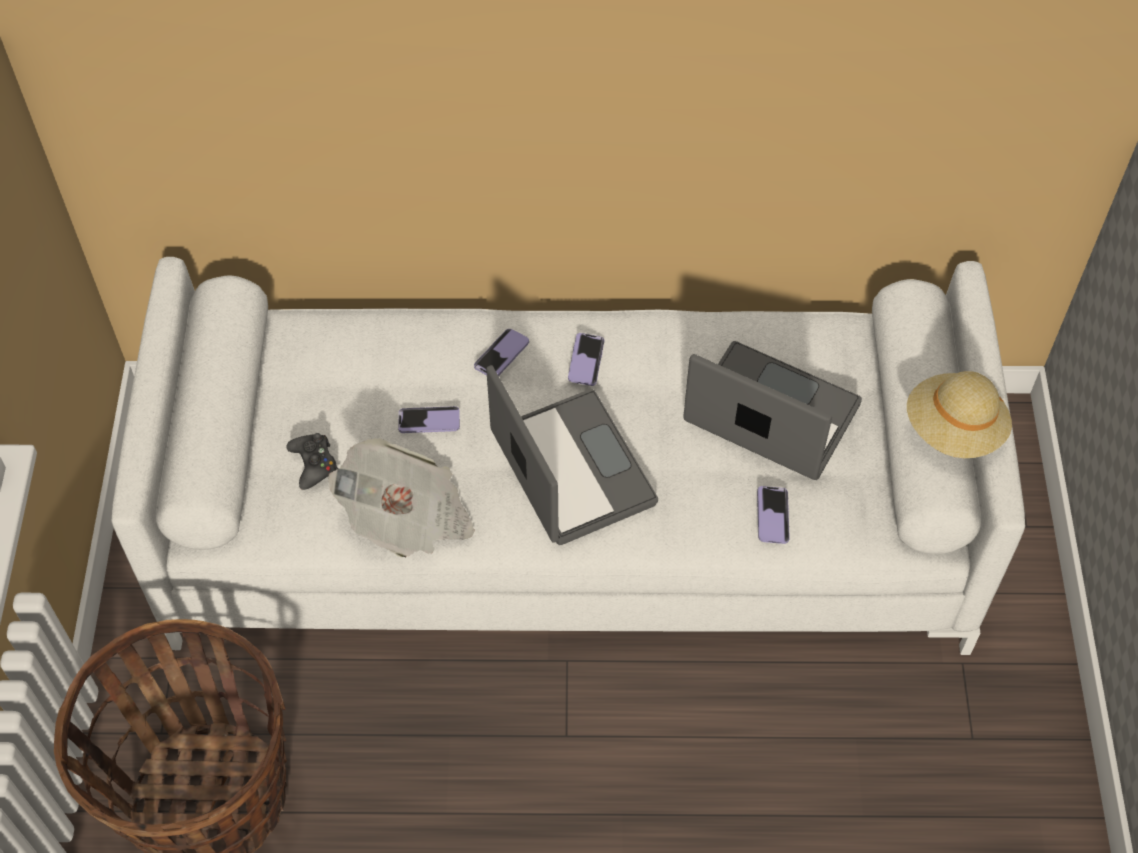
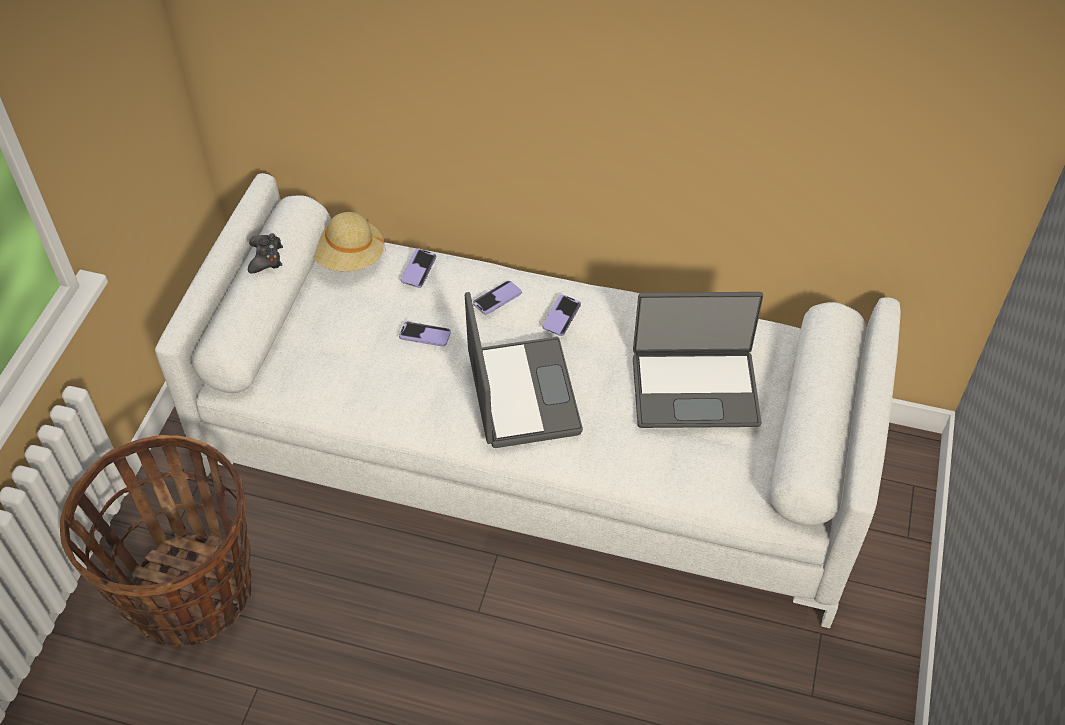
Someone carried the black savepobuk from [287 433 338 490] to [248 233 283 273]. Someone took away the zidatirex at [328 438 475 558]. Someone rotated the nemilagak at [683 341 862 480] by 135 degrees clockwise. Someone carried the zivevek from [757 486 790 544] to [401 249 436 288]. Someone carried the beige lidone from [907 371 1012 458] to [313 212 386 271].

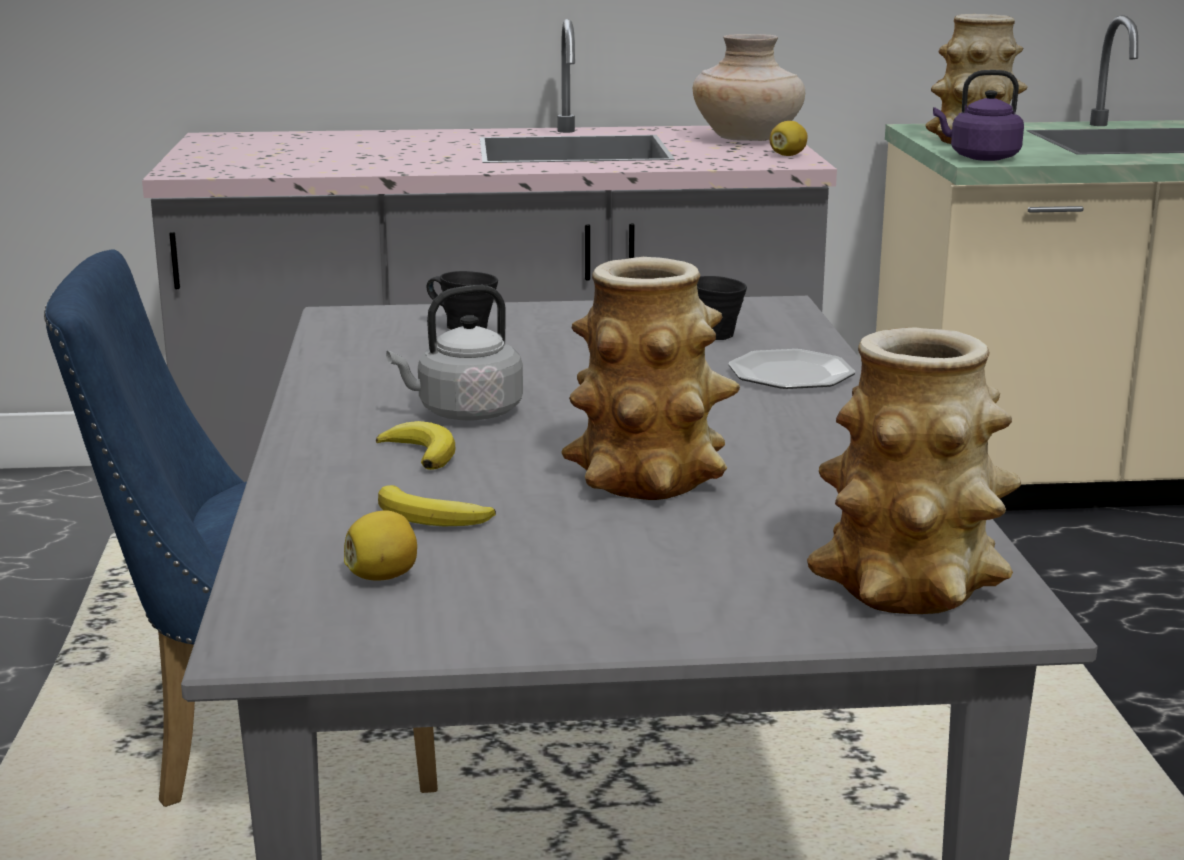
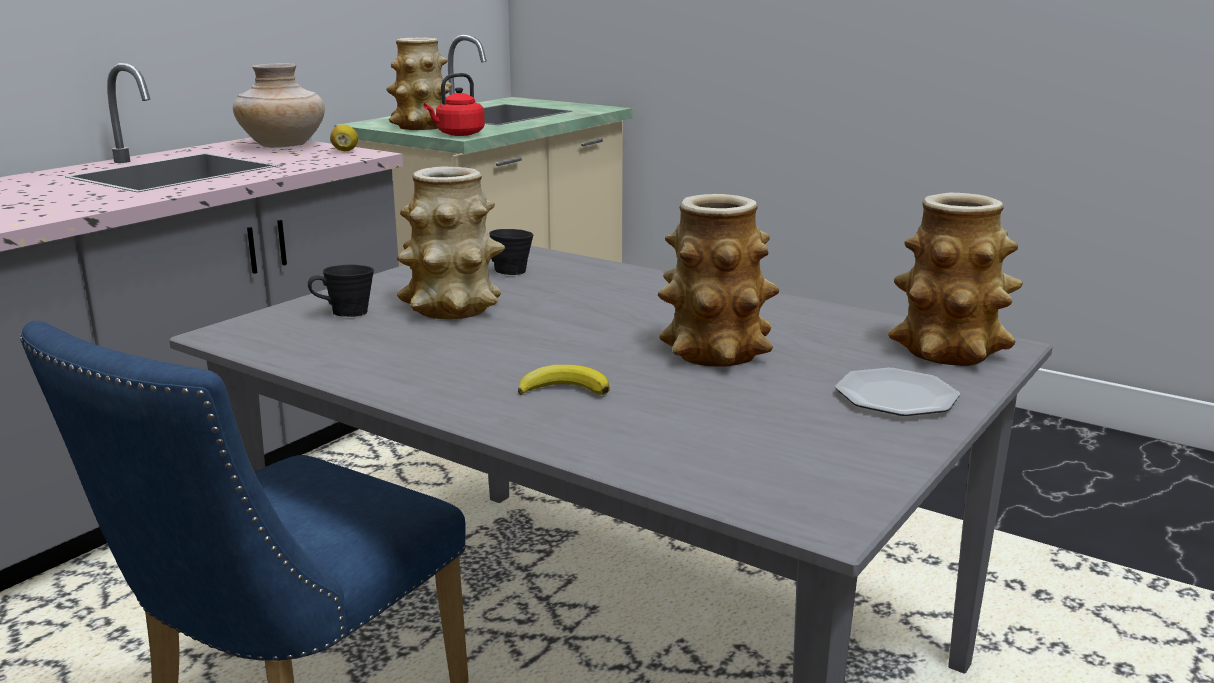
Someone took away the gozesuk at [344 510 417 581]. Someone took away the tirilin at [378 485 496 526]. Someone took away the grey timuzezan at [386 285 523 420]. Someone carried the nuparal from [728 349 855 389] to [835 368 960 416]. Someone repainted the purple timuzezan at [933 70 1024 161], which became the red timuzezan at [424 73 485 136]. Someone put down the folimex at [397 167 505 319].

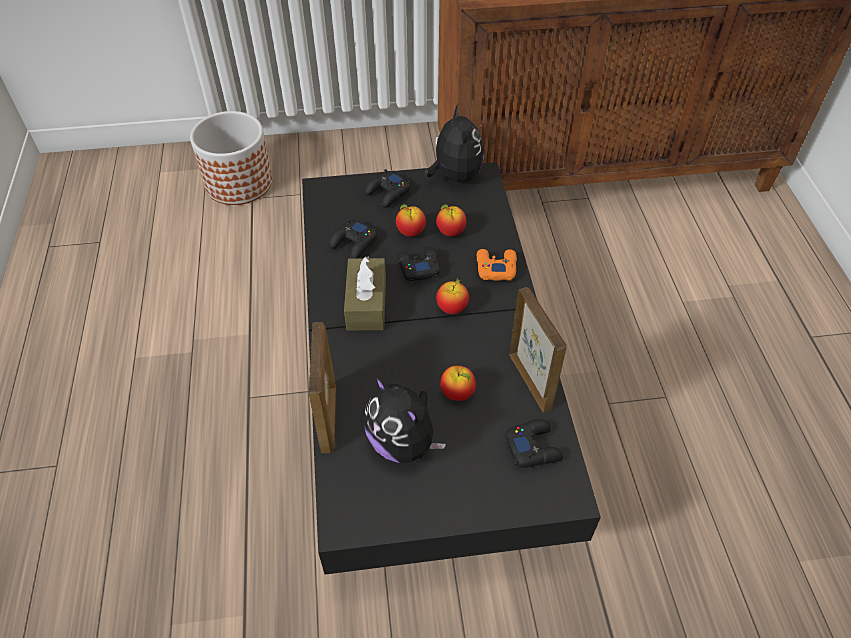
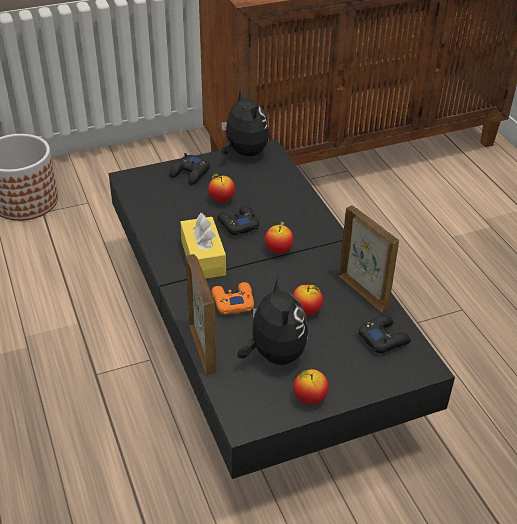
Someone took away the black savepobuk at [329 219 377 258]. Someone repainted the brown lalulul at [344 256 386 330], which became the yellow lalulul at [180 213 226 279]. Someone rotated the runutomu at [363 376 446 463] by 135 degrees counterclockwise. Someone carried the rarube from [436 204 466 236] to [293 369 328 405]. Someone carried the orange savepobuk from [477 249 517 281] to [212 282 254 315].

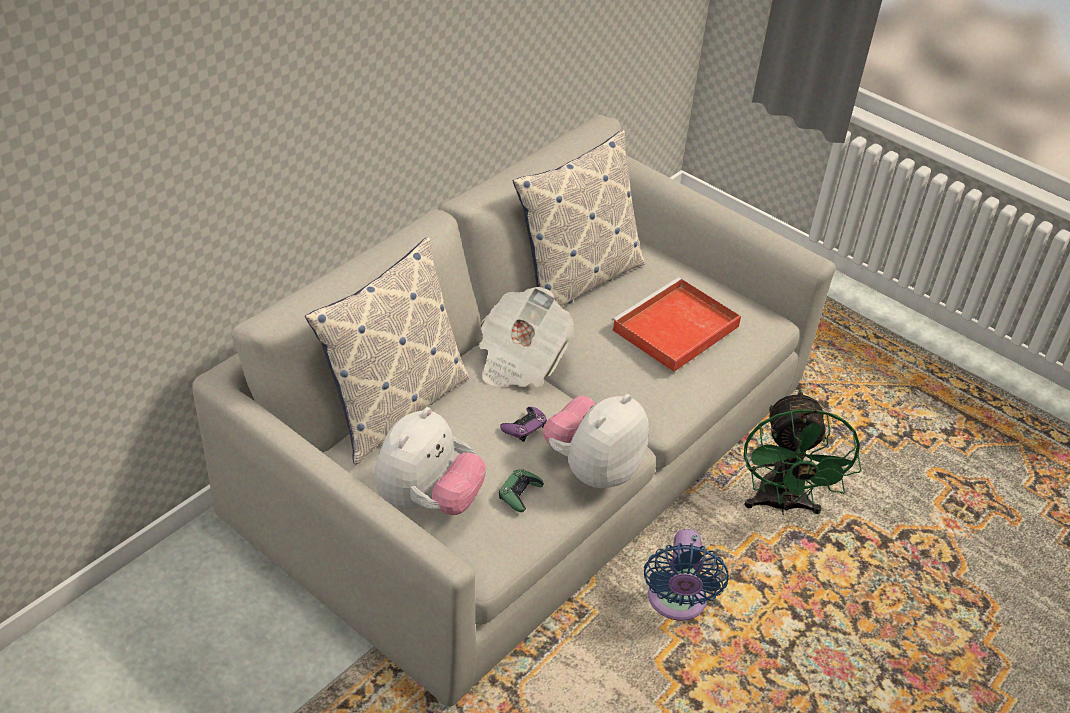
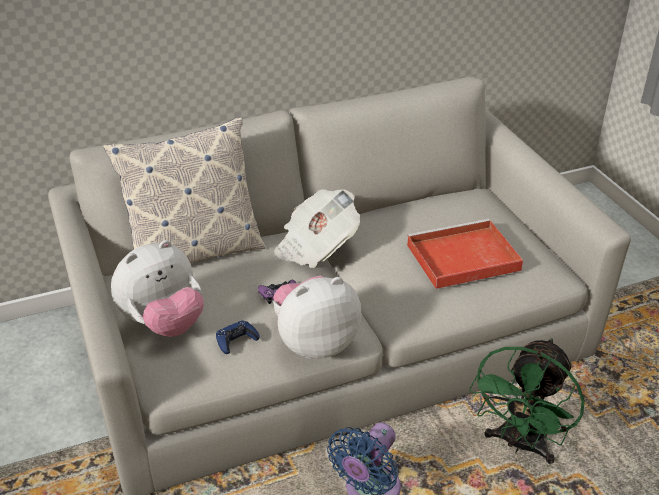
Someone repainted the green savepobuk at [499 469 544 512], which became the blue savepobuk at [216 321 260 354]. Someone took away the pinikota at [512 130 645 307].

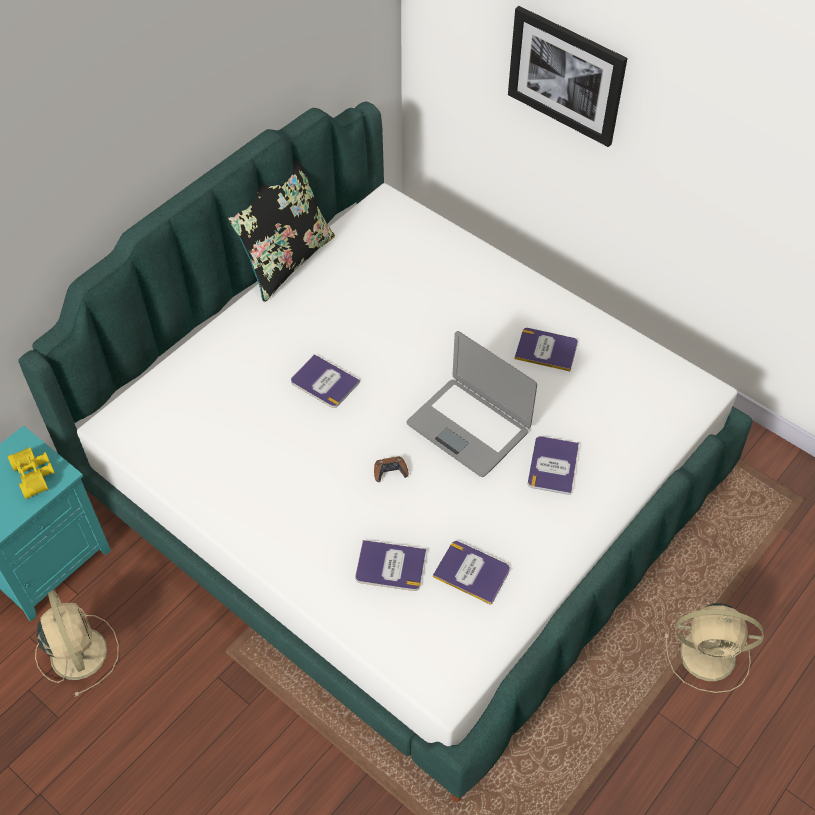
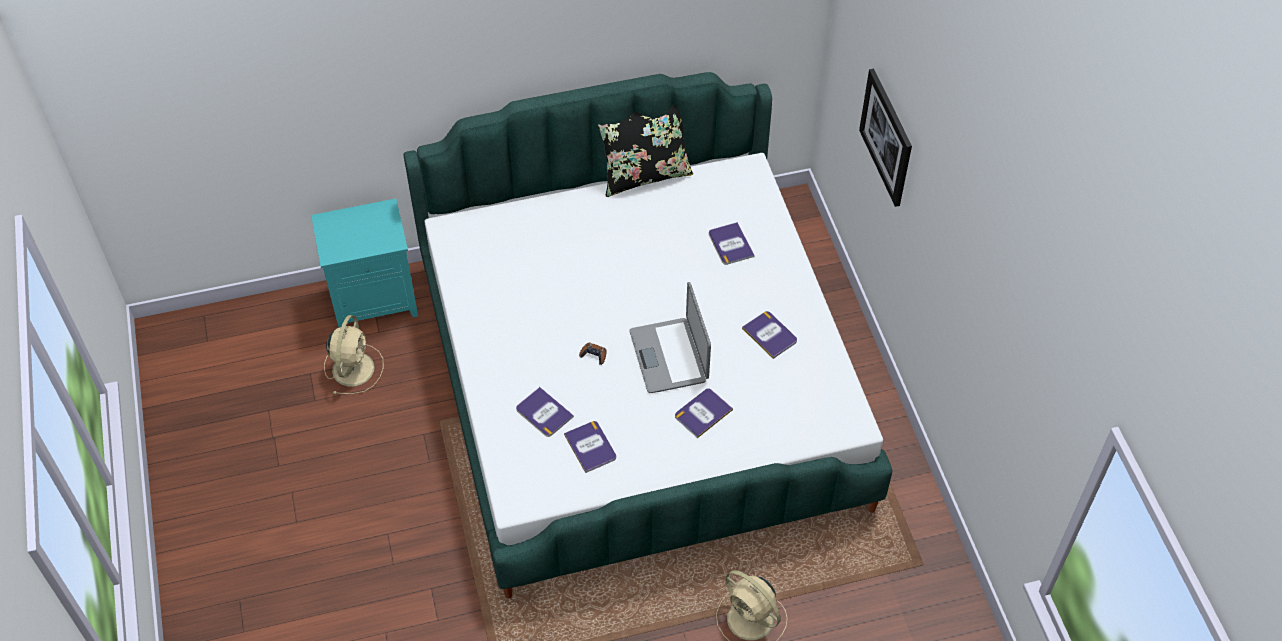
Someone took away the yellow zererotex at [8 447 55 499]. Someone carried the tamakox from [291 354 360 408] to [709 222 754 265].

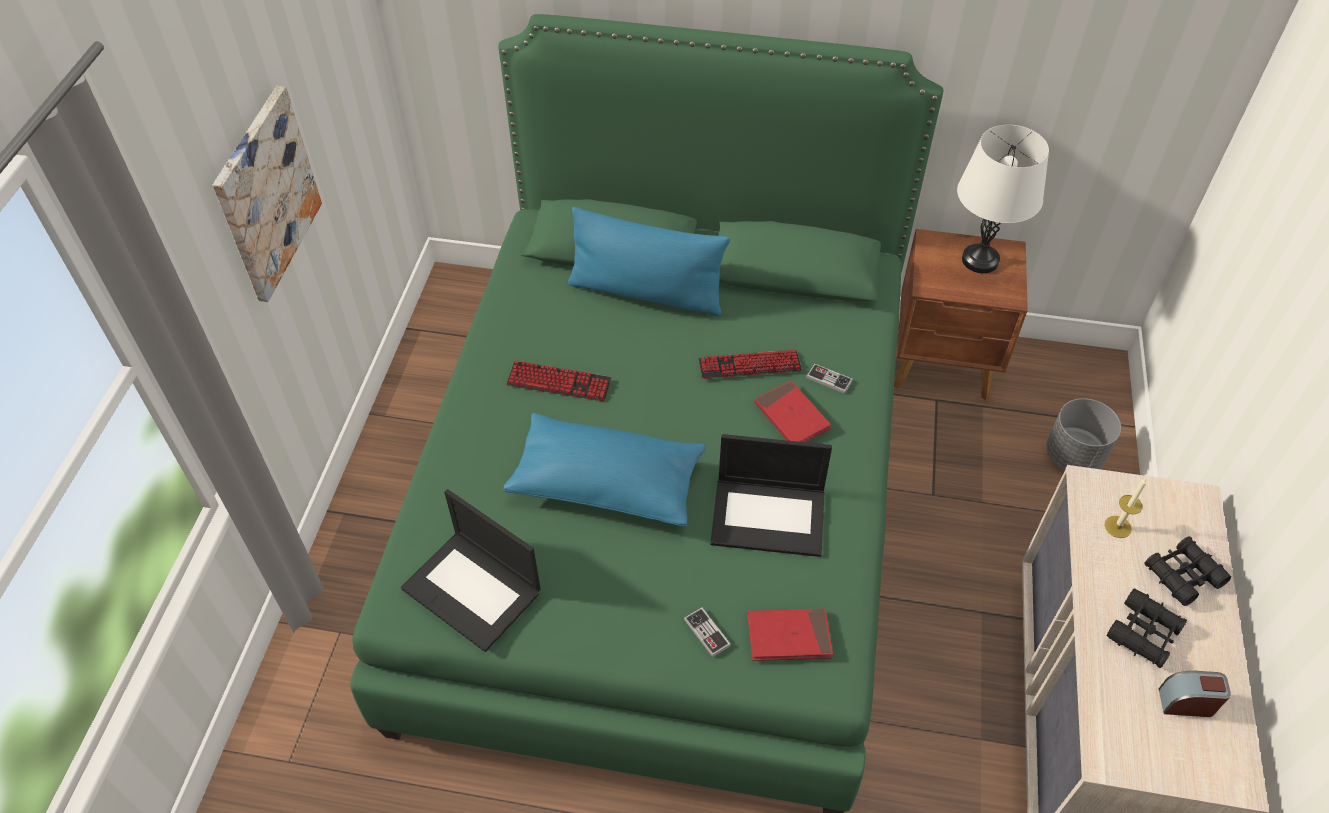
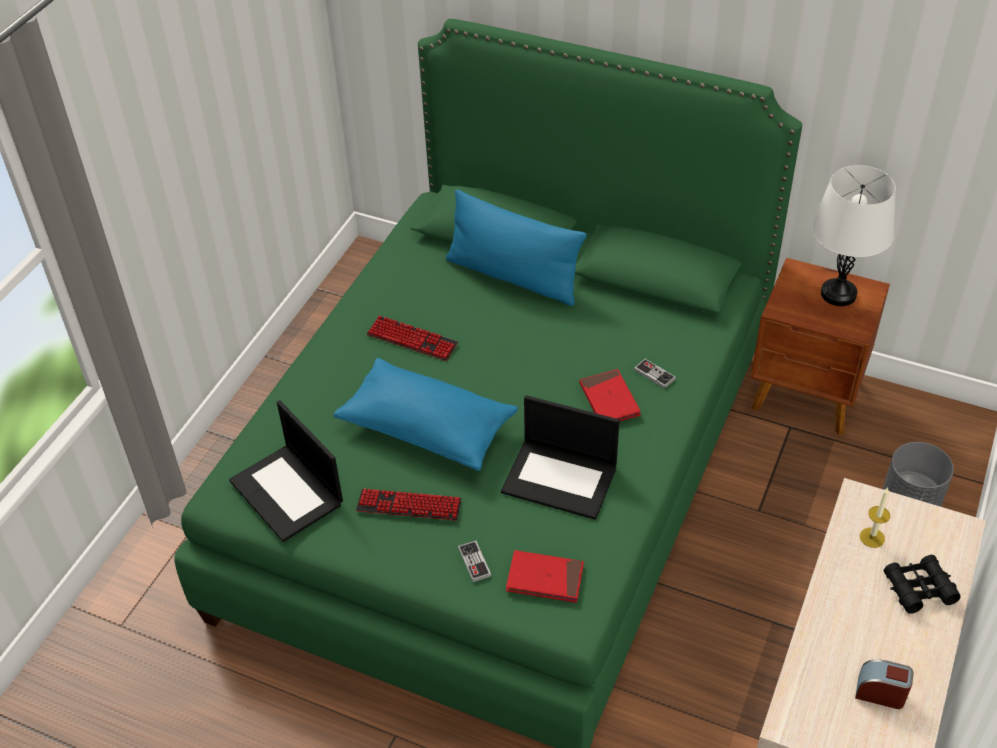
Someone took away the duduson at [213 86 322 302]. Someone carried the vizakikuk from [699 350 802 379] to [356 489 462 520]. Someone took away the black zererotex at [1106 588 1187 668].

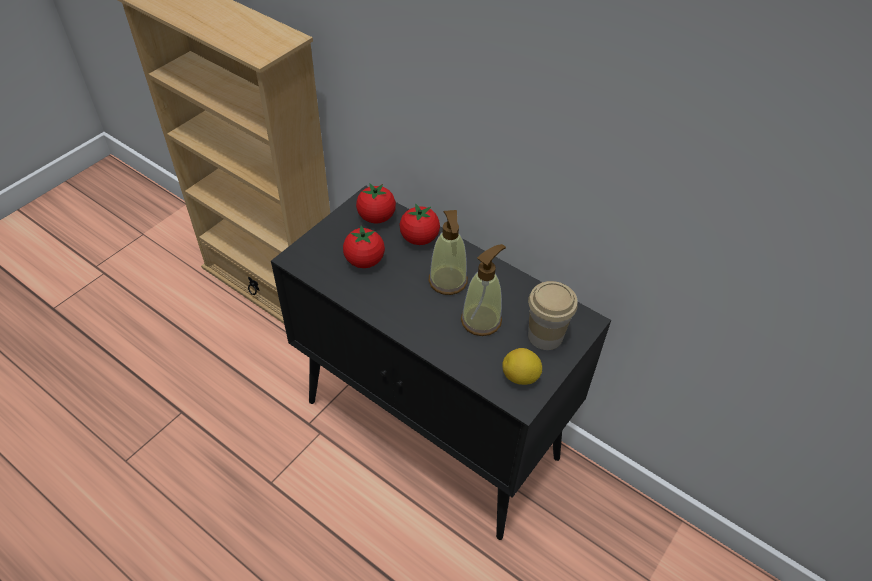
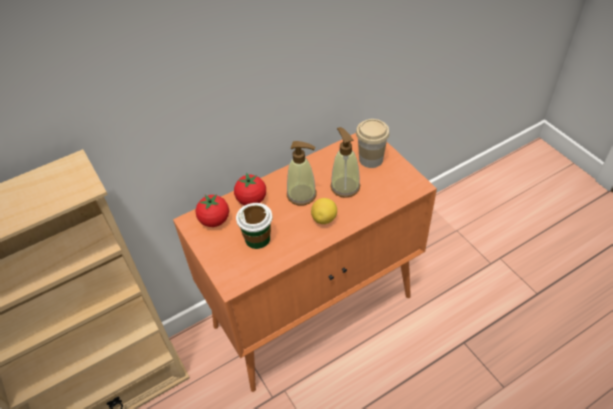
Someone repainted the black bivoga at [271 185 611 540], which became the orange bivoga at [173 133 437 392]. Someone swapped the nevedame at [343 226 385 268] for the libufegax at [236 203 273 249]. Someone carried the gozesuk from [502 348 542 385] to [311 198 337 224].

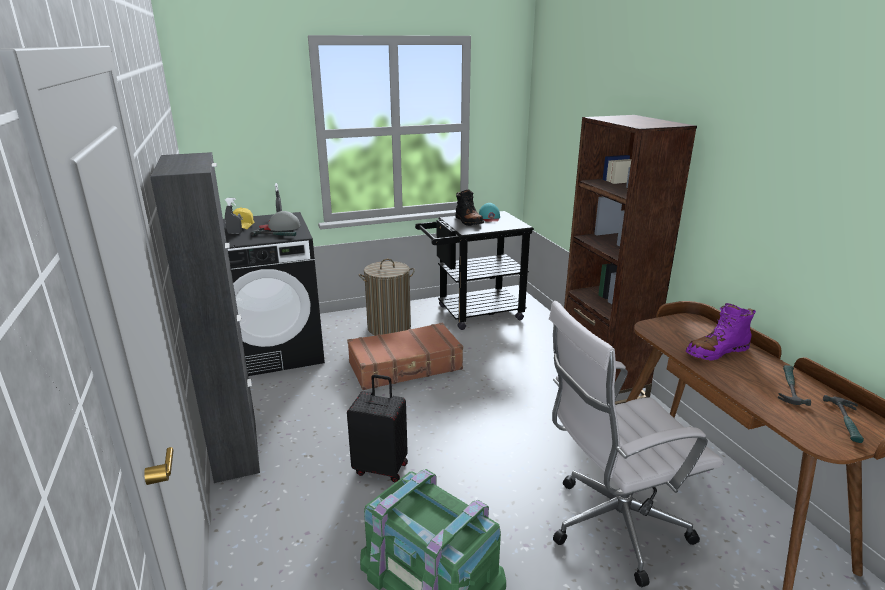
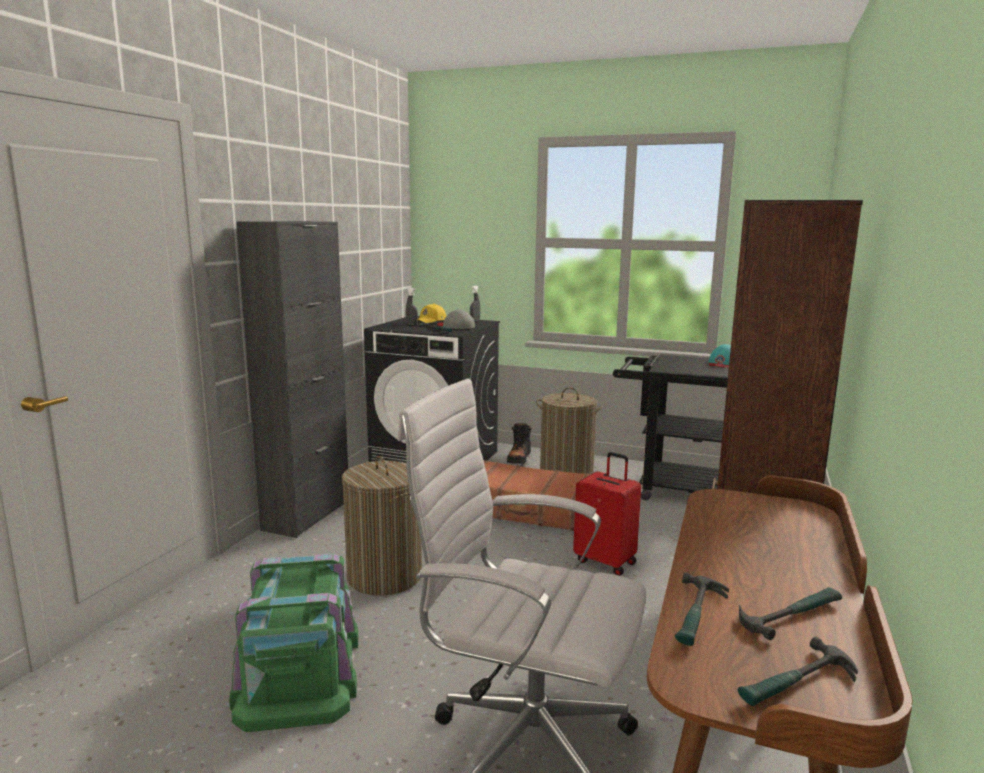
Someone swapped the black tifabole at [347 374 408 483] for the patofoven at [342 456 422 596]. Someone carried the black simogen from [455 190 484 226] to [507 423 531 464]. Someone took away the purple simogen at [686 303 756 360]. Someone put down the red tifabole at [573 452 641 576]. Someone put down the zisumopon at [675 573 729 646].

